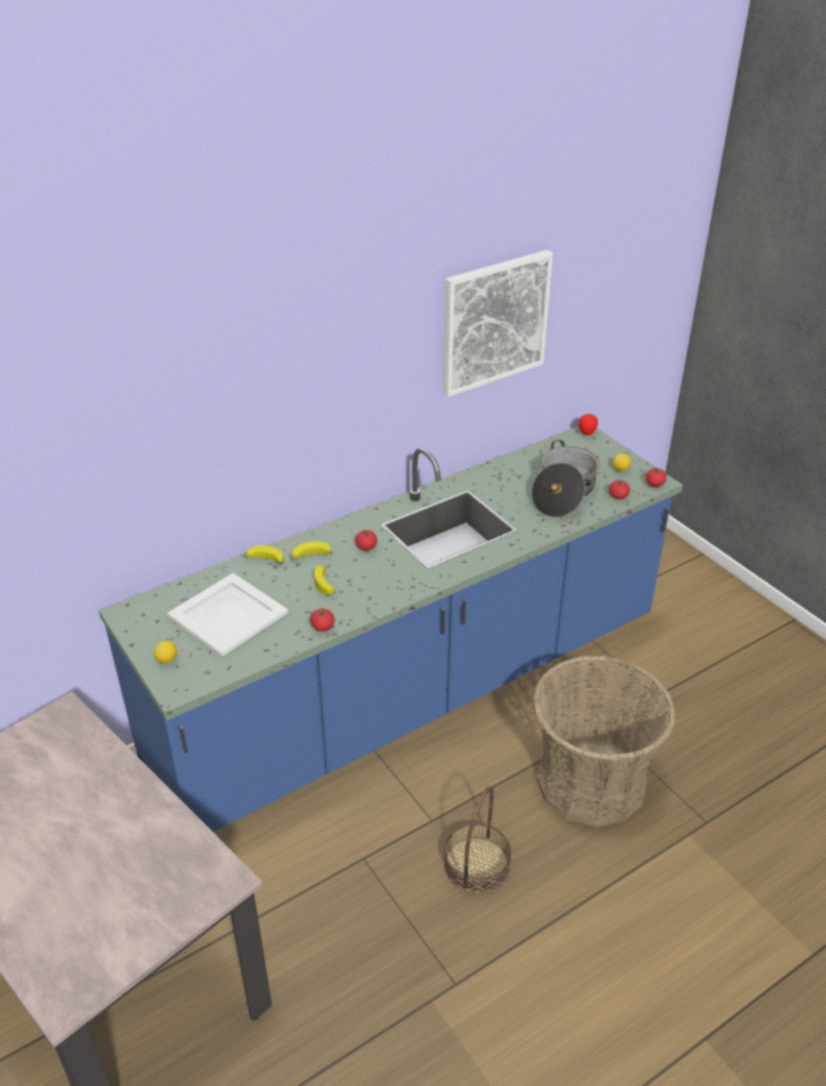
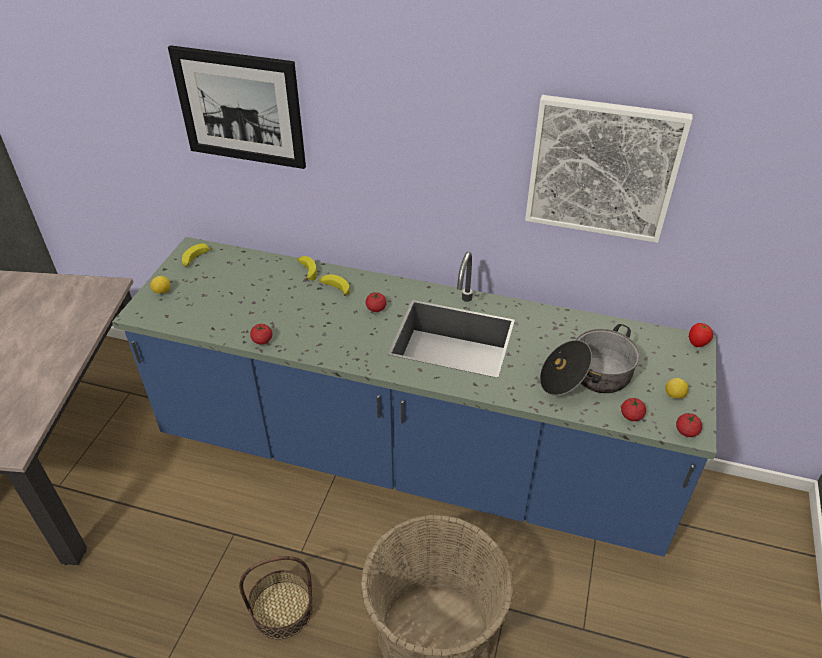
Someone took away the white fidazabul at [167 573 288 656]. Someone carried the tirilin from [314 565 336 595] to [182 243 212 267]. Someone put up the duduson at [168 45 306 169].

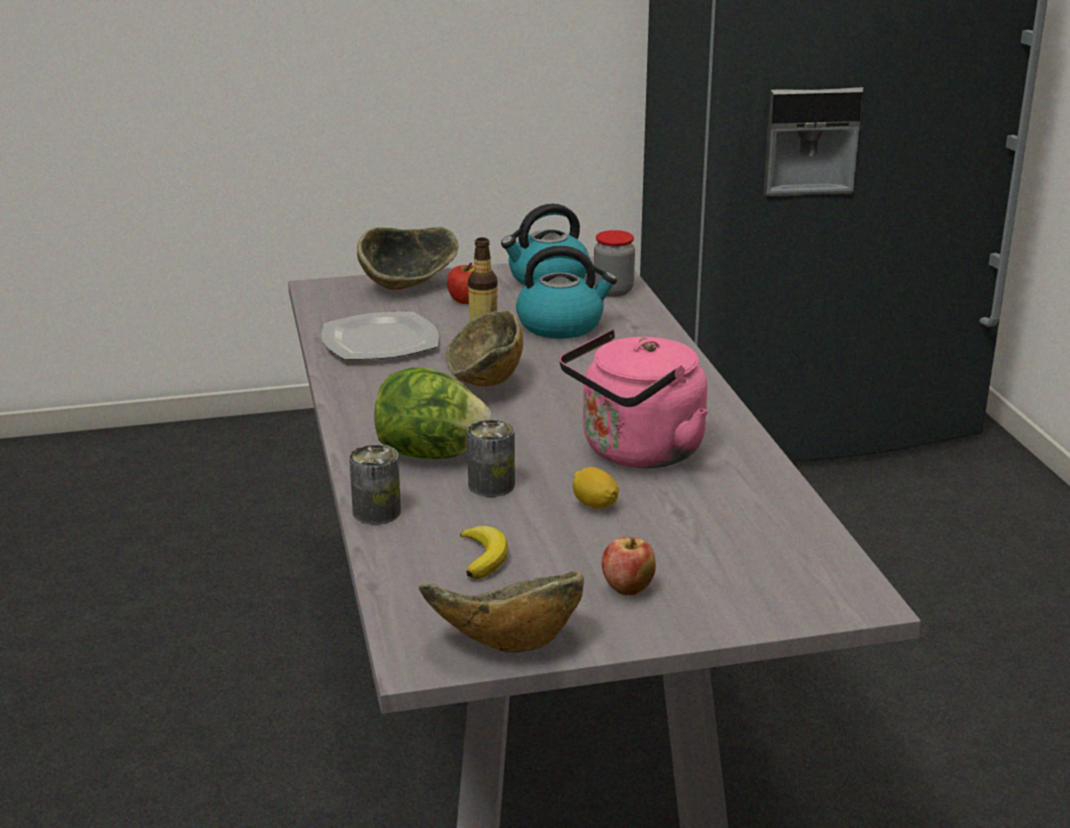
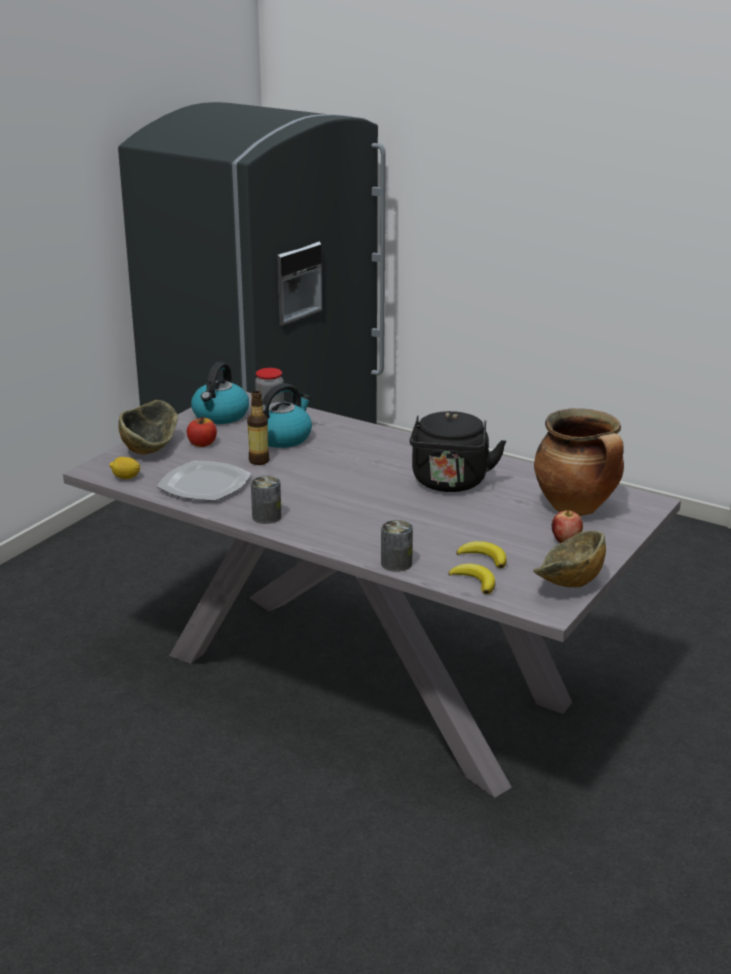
Someone took away the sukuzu at [374 367 492 459]. Someone took away the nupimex at [446 310 523 386]. Someone carried the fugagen from [467 419 515 497] to [251 476 282 524]. Someone repainted the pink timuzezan at [559 330 708 468], which became the black timuzezan at [409 411 506 492]. Someone carried the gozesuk from [573 467 619 509] to [109 457 140 479]. Someone put down the tirilin at [448 564 495 594]. Someone put down the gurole at [534 408 624 516].

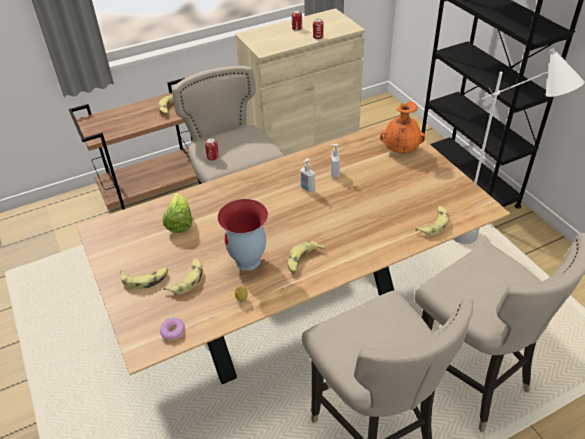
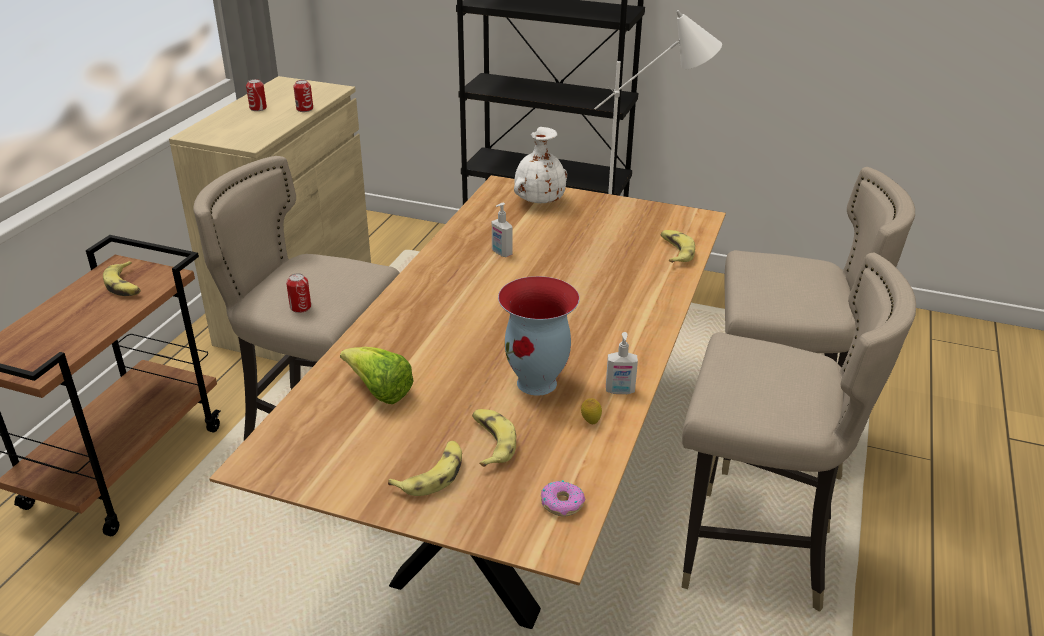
Someone took away the tirilin at [288 241 326 274]. Someone carried the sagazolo from [300 158 315 192] to [606 332 638 394]. Someone repainted the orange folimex at [380 101 425 154], which became the white folimex at [514 127 567 203].

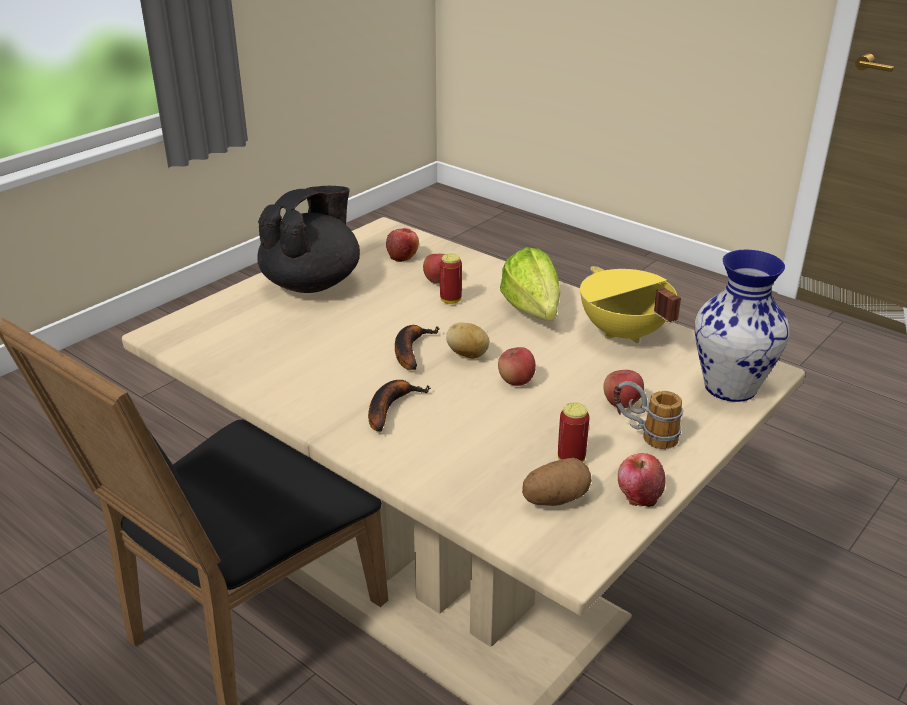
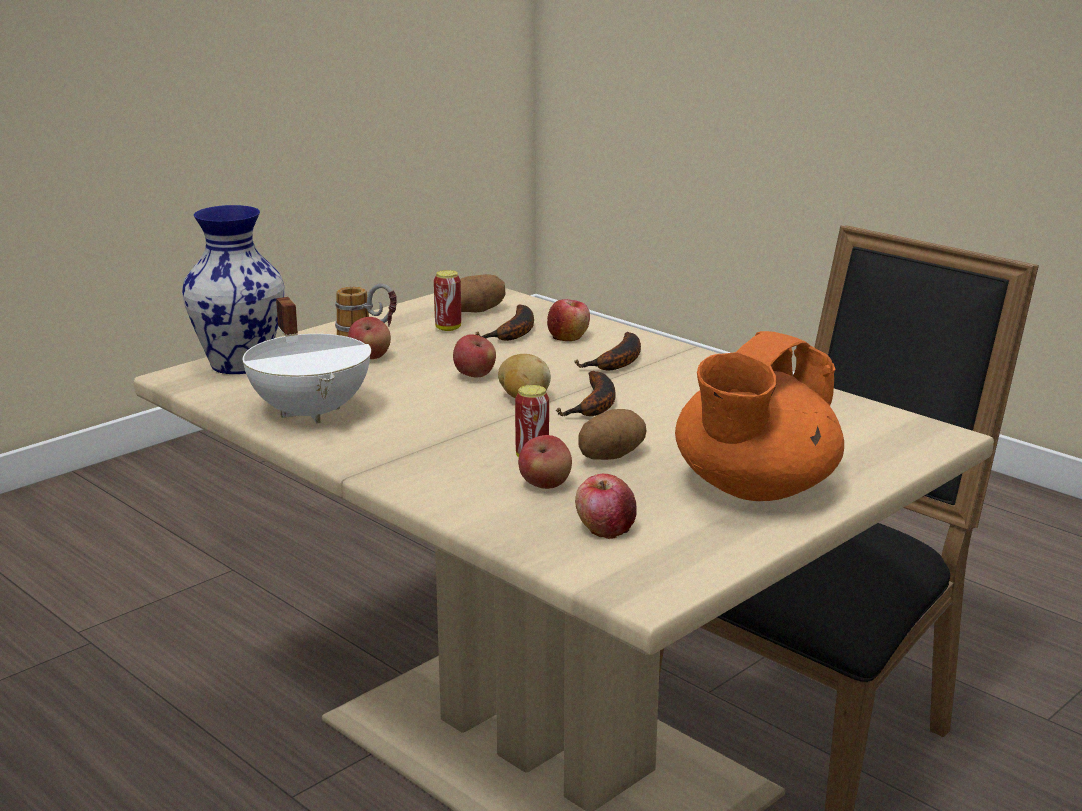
Someone repainted the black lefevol at [257 186 360 293], which became the orange lefevol at [675 331 844 501]. Someone took away the sukuzu at [500 247 561 320]. Someone repainted the yellow gurole at [580 266 681 343], which became the white gurole at [243 297 371 423]. Someone carried the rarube from [618 453 666 507] to [547 299 590 341]. Someone put down the tirilin at [475 304 534 341]. Someone put down the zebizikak at [578 409 647 460].

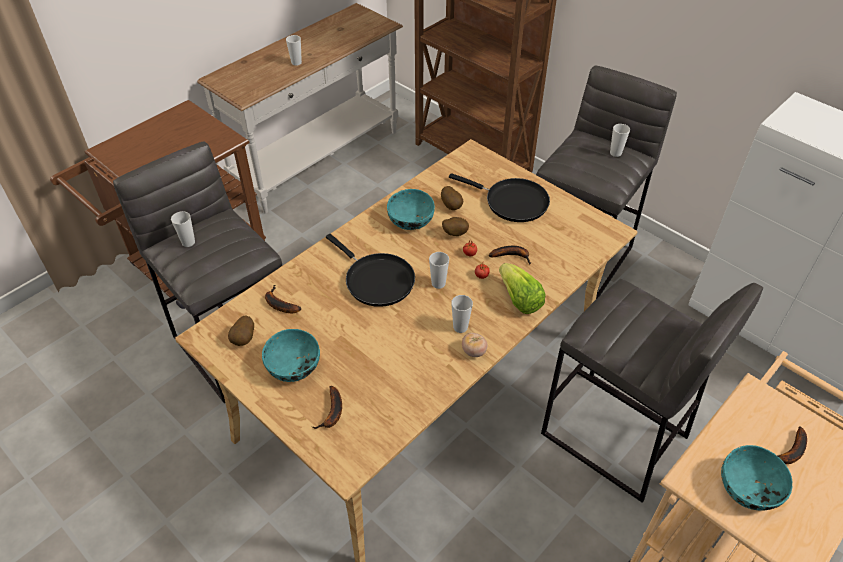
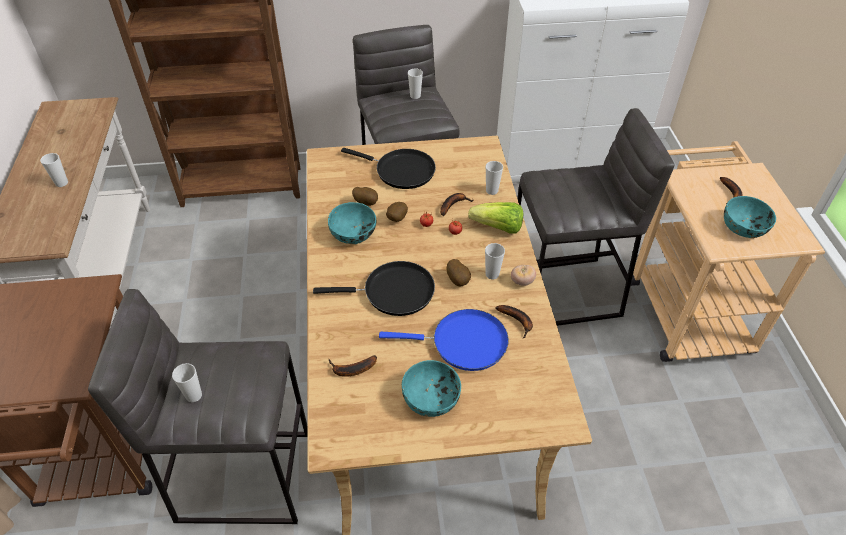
Someone carried the zebizikak from [228 315 254 346] to [446 259 471 287]. Someone carried the tirilin from [312 386 342 429] to [496 305 533 338]. Someone carried the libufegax from [429 252 449 289] to [486 161 503 195]. Someone rotated the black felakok at [449 173 550 222] by 45 degrees clockwise. Someone put down the blue felakok at [379 309 509 371].

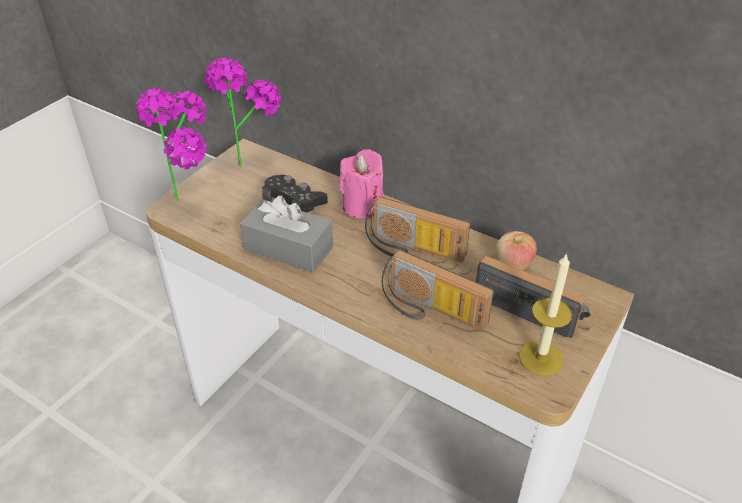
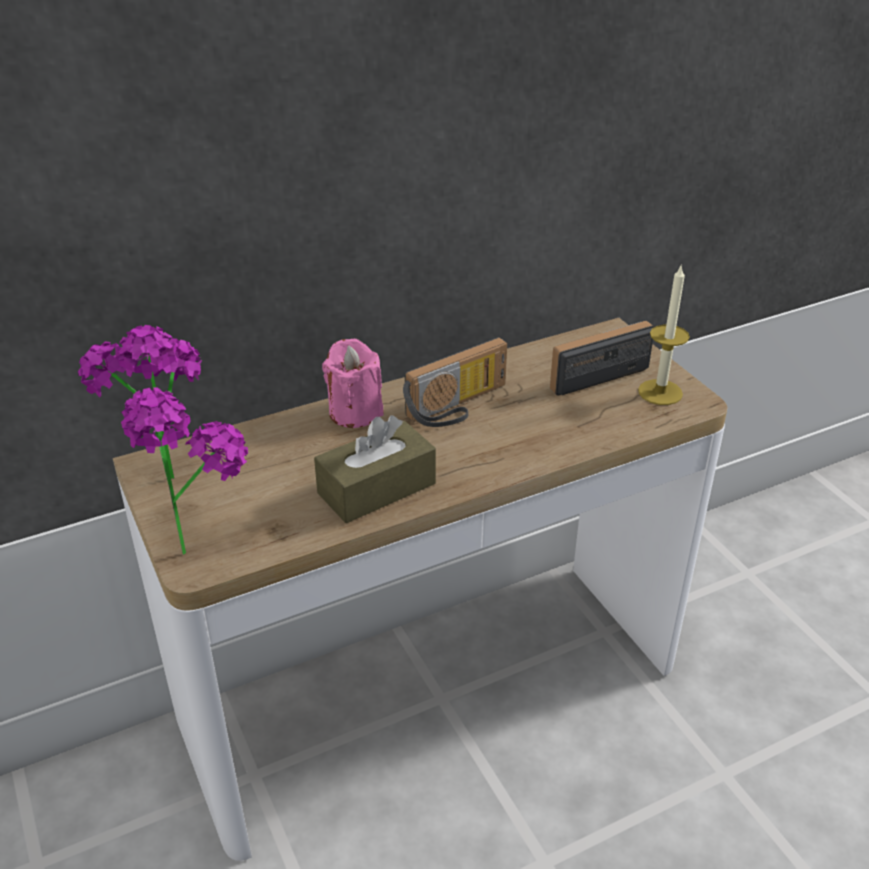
Someone repainted the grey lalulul at [240 196 333 273], which became the brown lalulul at [314 415 436 523]. Someone took away the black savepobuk at [262 175 328 212]. Someone took away the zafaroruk at [382 249 494 331]. Someone took away the rarube at [495 231 537 270].

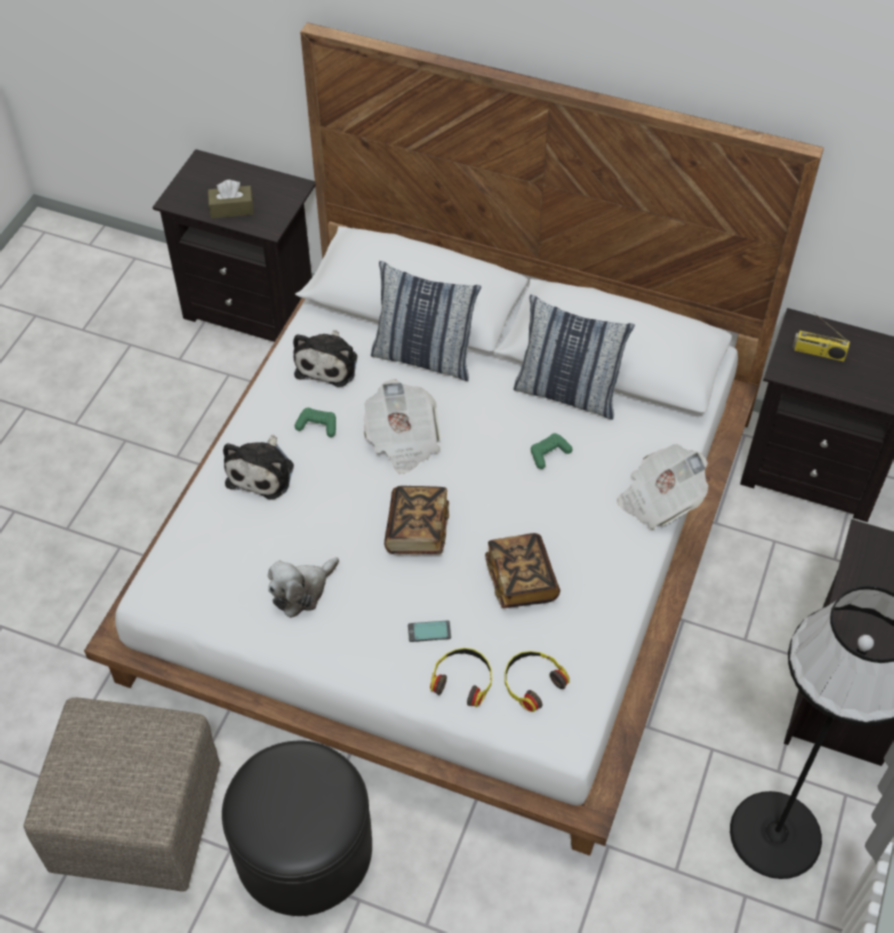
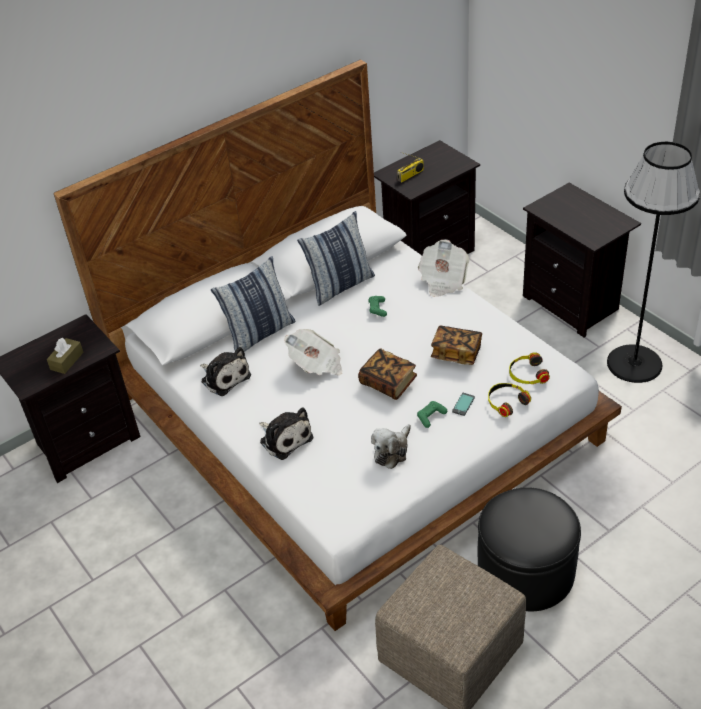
Someone rotated the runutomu at [268 557 339 618] by 45 degrees clockwise. Someone carried the green savepobuk from [295 408 336 437] to [417 401 447 428].

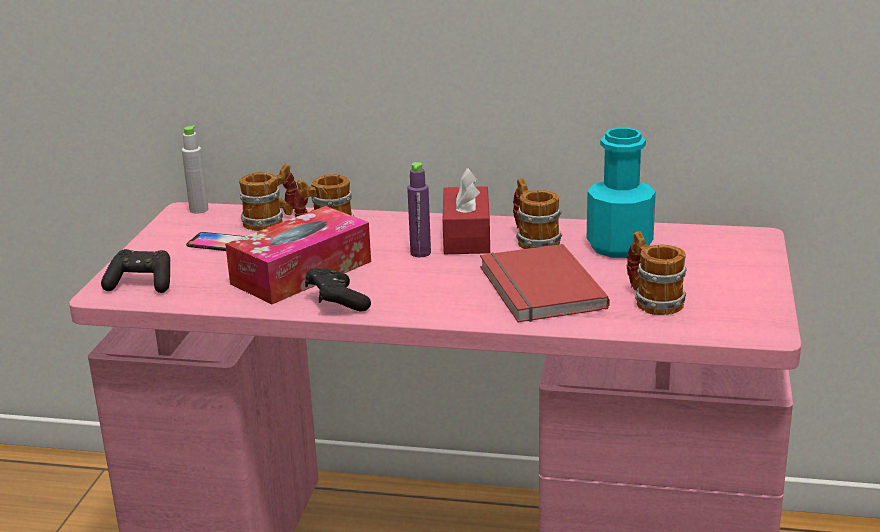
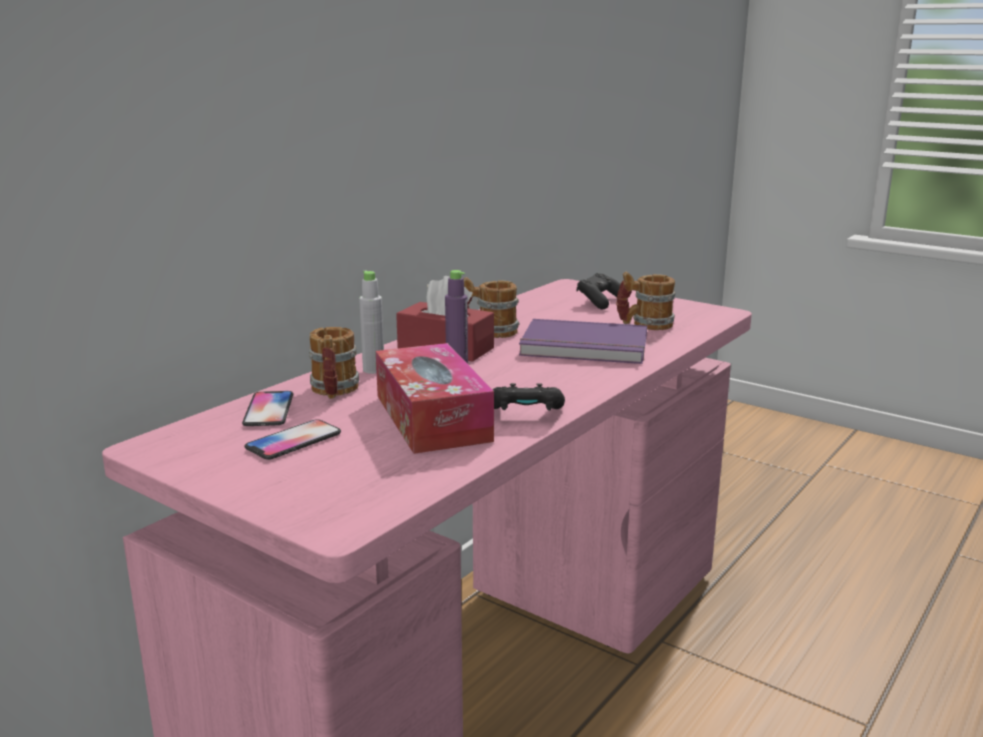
Someone carried the black savepobuk from [101 249 170 293] to [576 273 620 309]. Someone carried the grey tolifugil from [182 126 209 214] to [359 271 384 374]. Someone swapped the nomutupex at [239 163 297 231] for the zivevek at [242 391 293 426]. Someone repainted the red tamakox at [480 244 610 322], which became the purple tamakox at [519 319 647 364]. Someone took away the turquoise tolifugil at [587 128 656 258].

